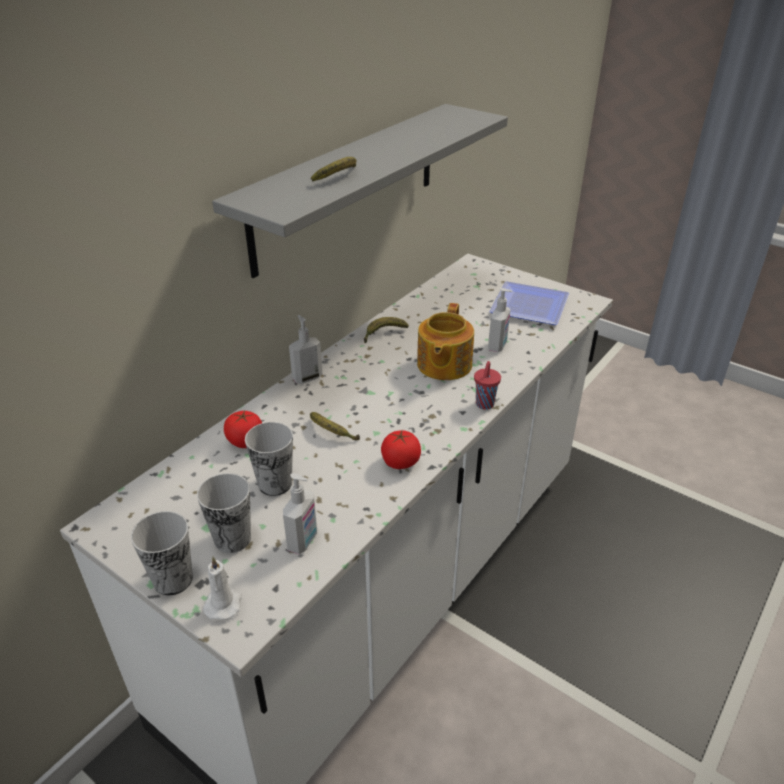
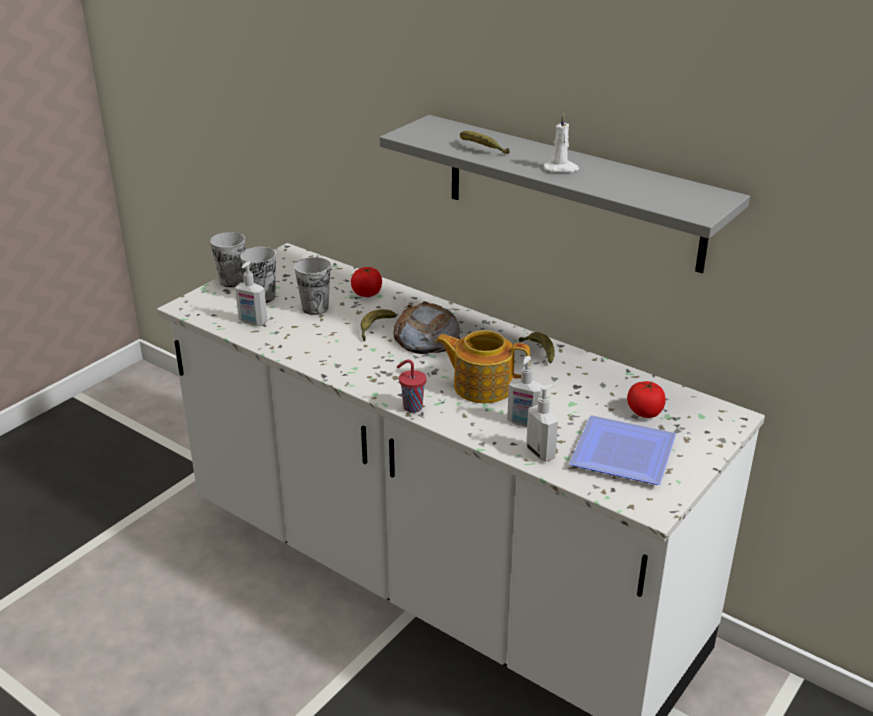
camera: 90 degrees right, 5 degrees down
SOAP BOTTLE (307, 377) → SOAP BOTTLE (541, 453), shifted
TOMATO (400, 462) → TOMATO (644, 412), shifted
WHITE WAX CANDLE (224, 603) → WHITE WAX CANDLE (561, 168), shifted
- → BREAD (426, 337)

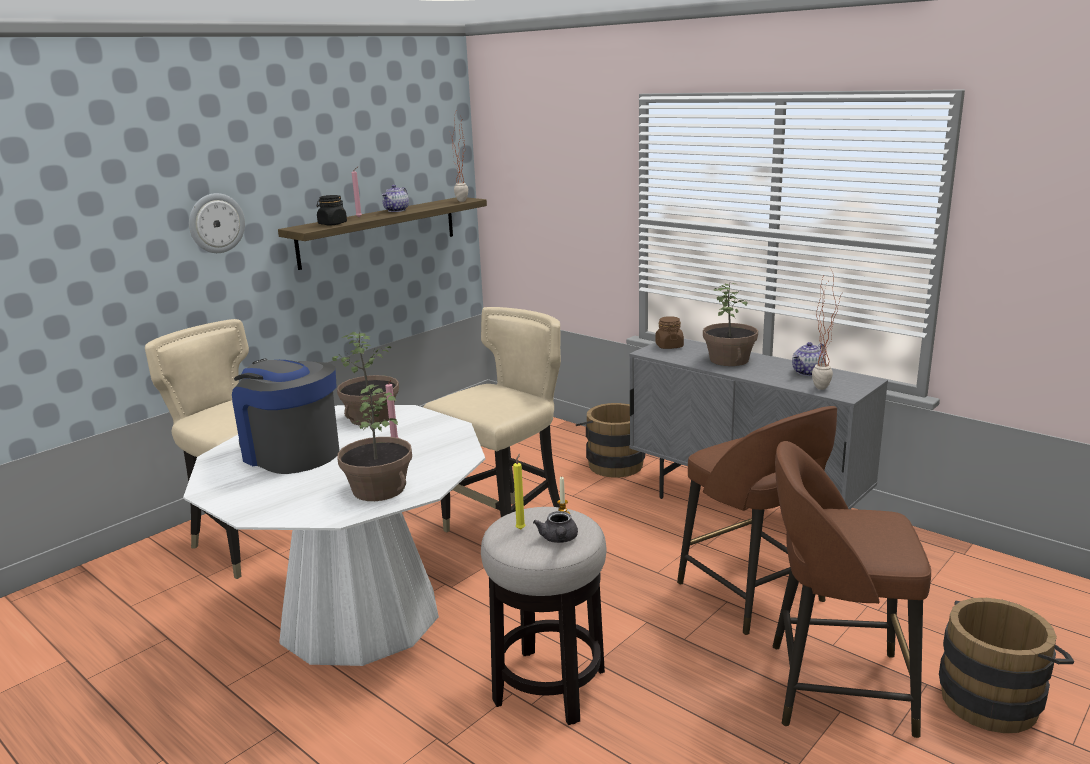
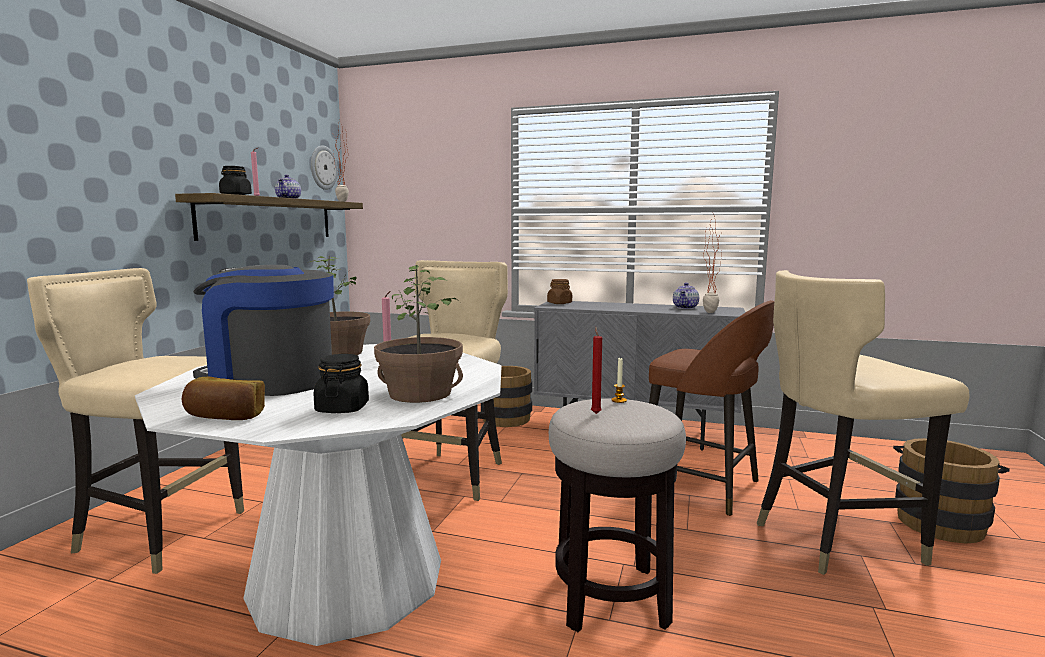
camera: 25 degrees left, 10 degrees down
WALL CLOCK (216, 223) → WALL CLOCK (323, 167), shifted
POTTED PLANT (729, 360) → -
BROWN STOOL SEAT (834, 687) → BEIGE CHAIR (836, 539)
YELLOW-COLOURED WAX CANDLE (521, 528) → RED WAX CANDLE (595, 413)
GREYISH TEA POT (558, 539) → -
- → BLACKISH STORAGE JAR (342, 408)
- → BREAD (226, 416)

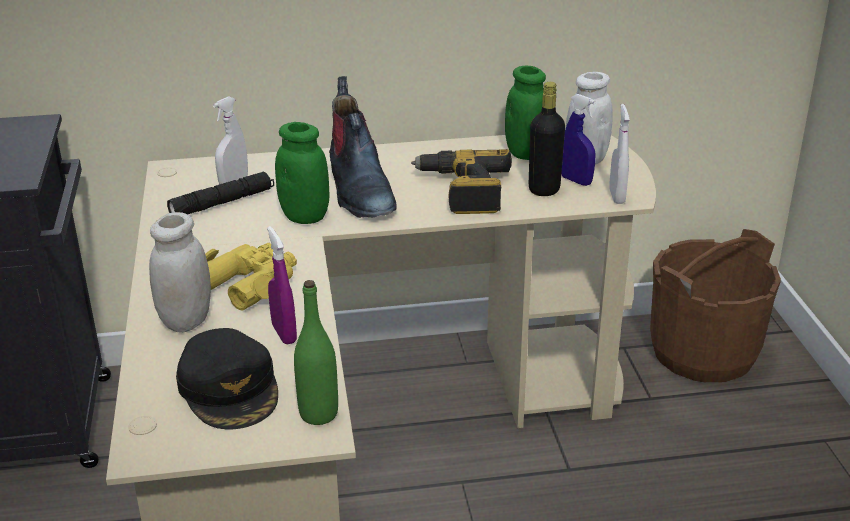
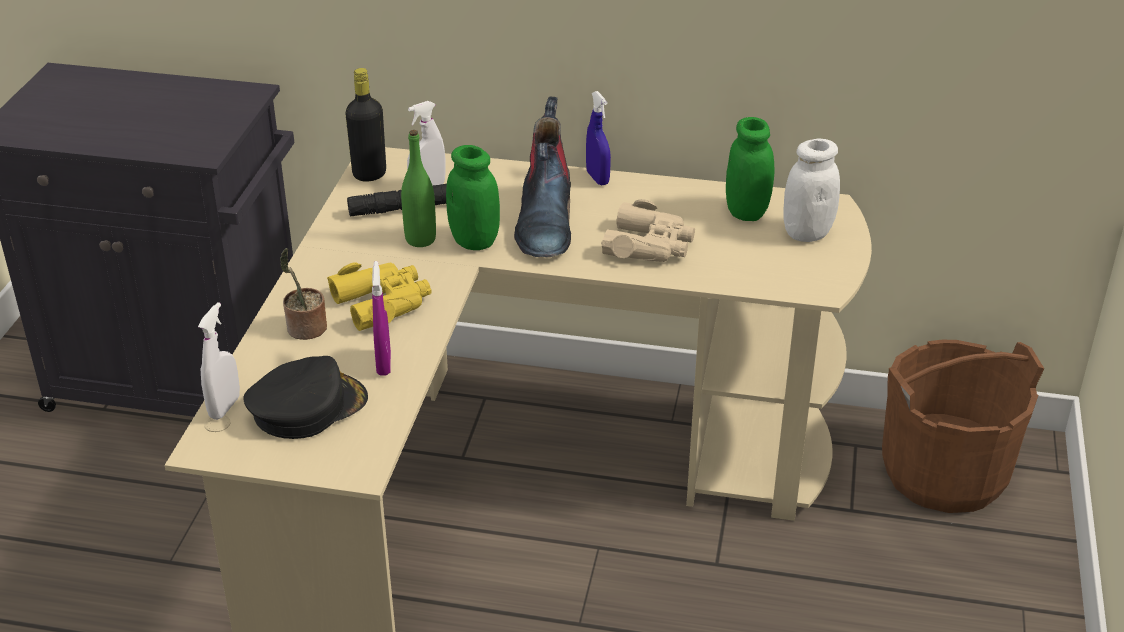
camera: 20 degrees right, 5 degrees up
BLACKISH DRINK BOTTLE (544, 189) → BLACKISH DRINK BOTTLE (369, 174), shifted
BLUE SPRAY BOTTLE (576, 181) → BLUE SPRAY BOTTLE (597, 178), shifted
WHITE SPRAY BOTTLE (617, 196) → WHITE SPRAY BOTTLE (224, 407), shifted
DRILL (463, 192) → BEIGE FIELD GLASSES (649, 245)
WHITE STORAGE JAR (186, 320) → POTTED PLANT (305, 329)
GREENISH DRINK BOTTLE (318, 414) → GREENISH DRINK BOTTLE (420, 239), shifted
BLACKISH PEAKED CAP (230, 388) → BLACKISH PEAKED CAP (307, 406), 120 degrees counterclockwise

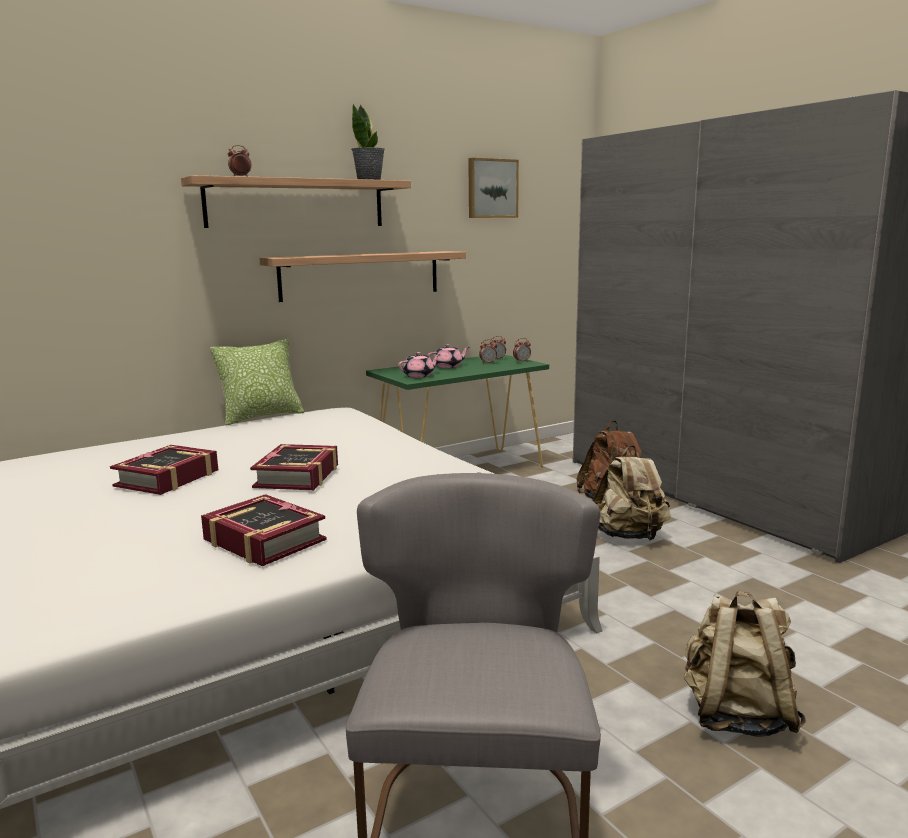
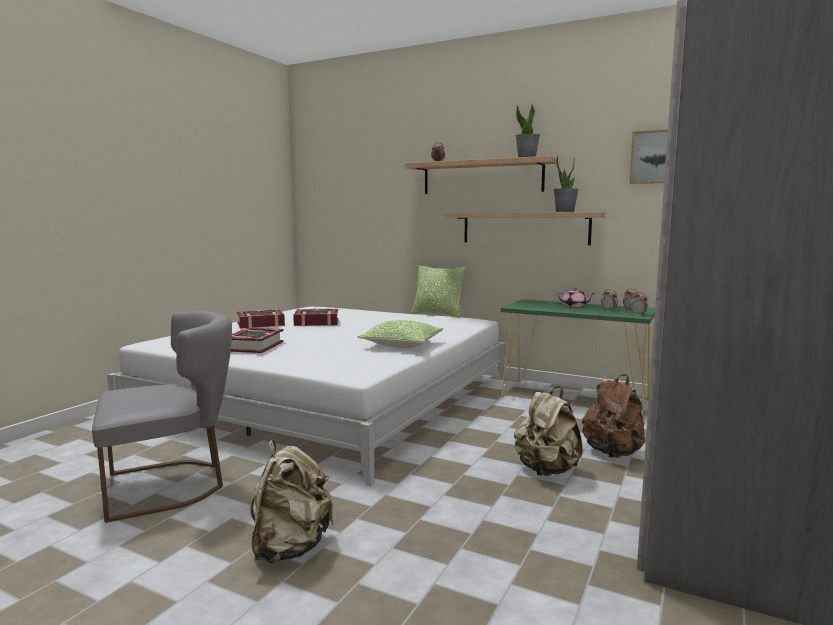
camera: 60 degrees right, 5 degrees down
PINKISH TEA POT (419, 375) → -
BOUND BOOK (298, 476) → BOUND BOOK (260, 324), shifted
- → POTTED PLANT (564, 211)
- → THROW PILLOW (402, 345)

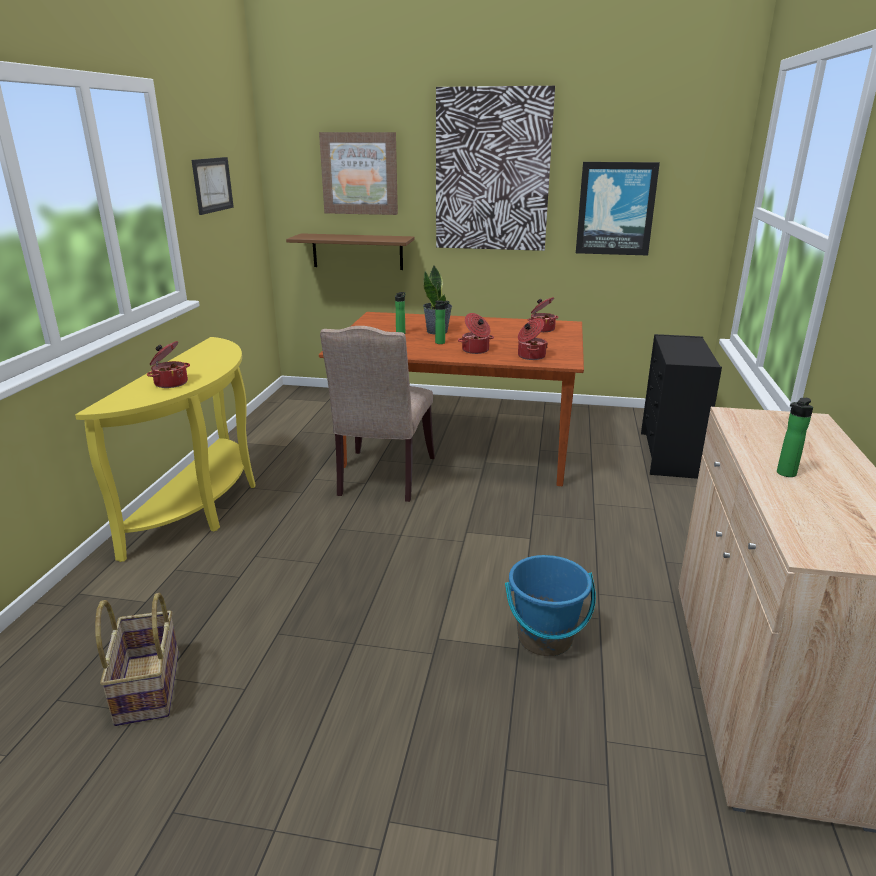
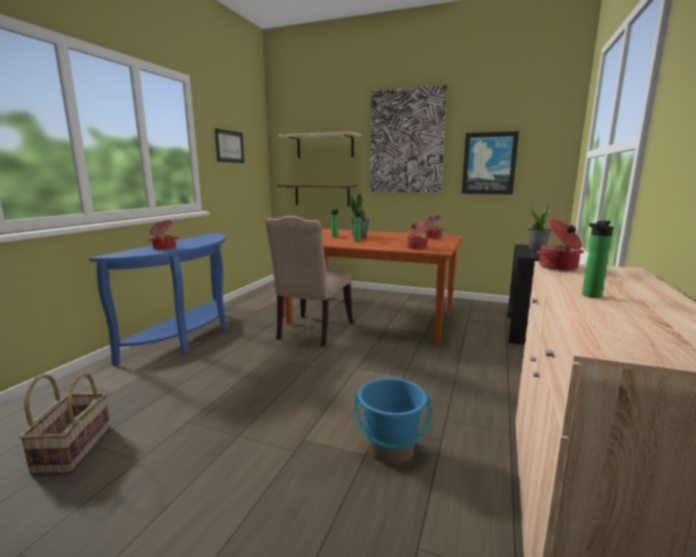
camera: 10 degrees right, 10 degrees down
WALL PICTURE (359, 173) → BEIGE SHELF (325, 146)
SAUCEPOT (475, 350) → SAUCEPOT (558, 267), shifted
YELLOW-COLOURED NARROW TABLE (205, 505) → BLUE NARROW TABLE (188, 338)
- → POTTED PLANT (537, 248)

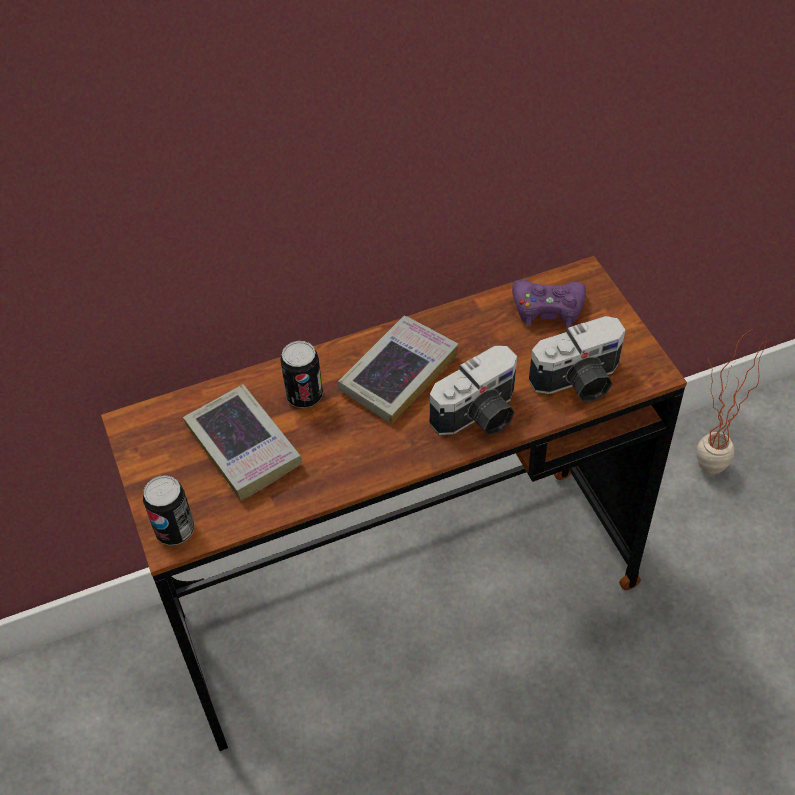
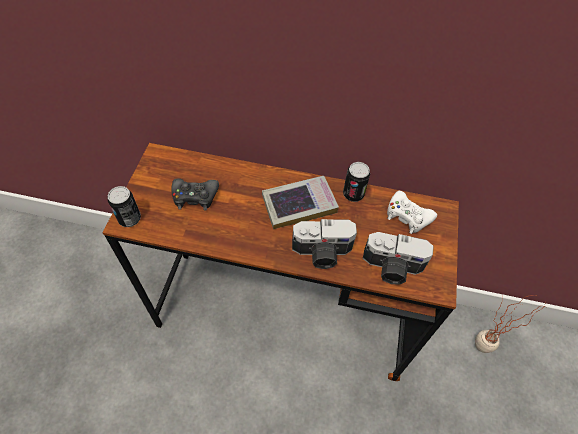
camera: 30 degrees right, 5 degrees up
PURPLISH GAMEPAD (548, 308) → WHITE GAMEPAD (407, 216)
SEALED CAN (304, 396) → SEALED CAN (353, 194), shifted
BOUND BOOK (243, 447) → BLACKISH GAMEPAD (195, 197)

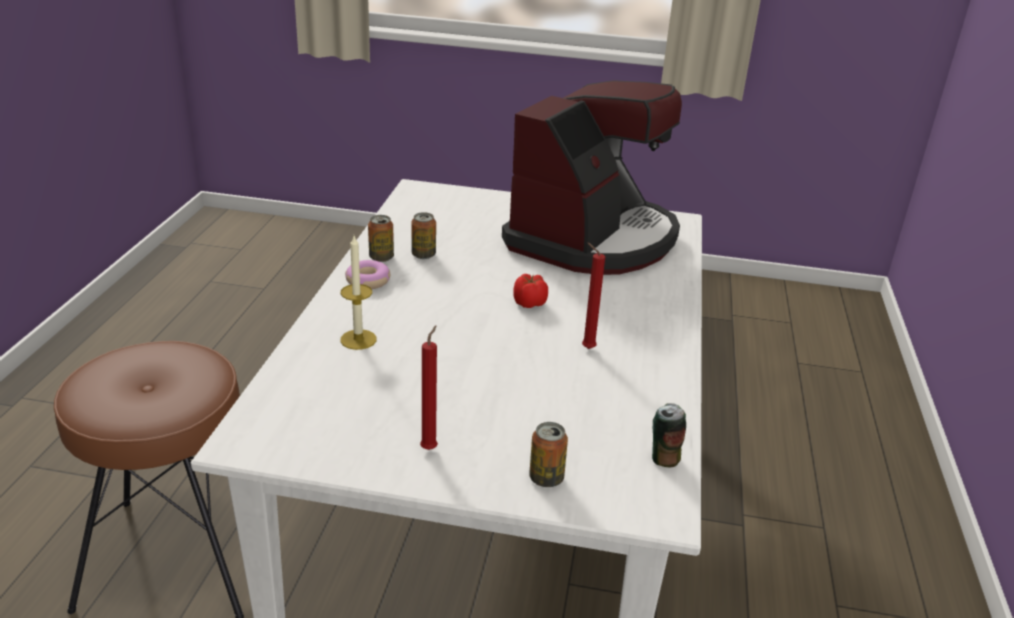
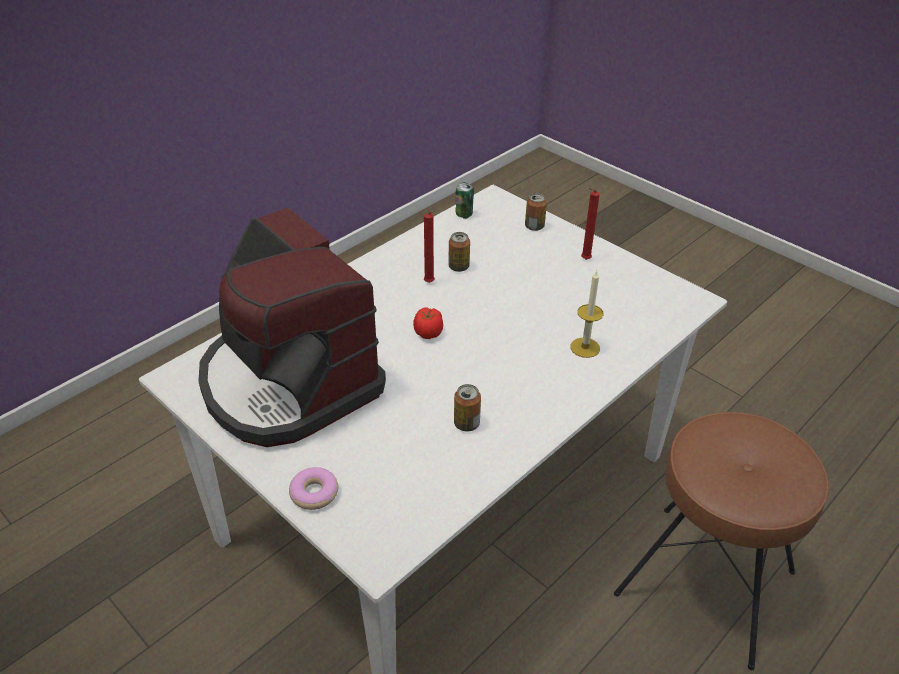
camera: 145 degrees left, 10 degrees up
COFFEE BREWER (593, 239) → COFFEE BREWER (288, 383), 105 degrees counterclockwise
SEALED CAN (381, 257) → SEALED CAN (458, 267), shifted
DONUT (368, 281) → DONUT (314, 493), shifted

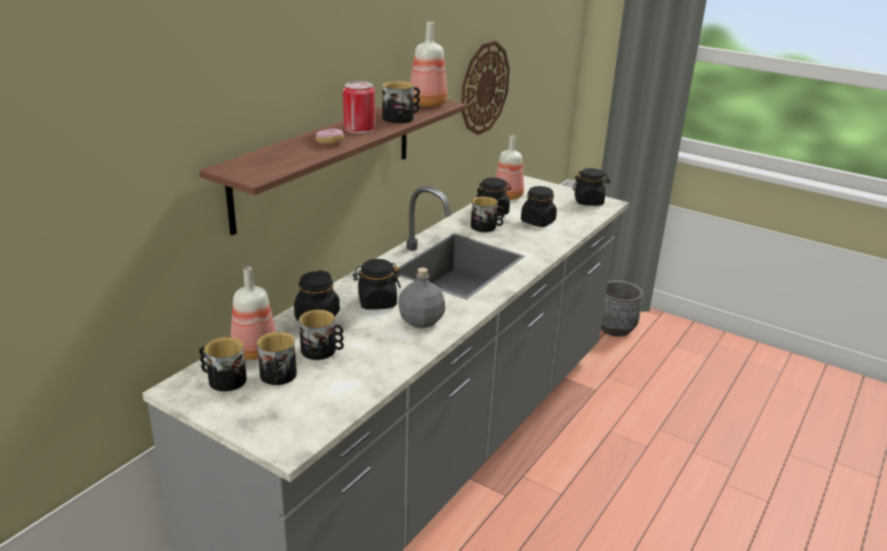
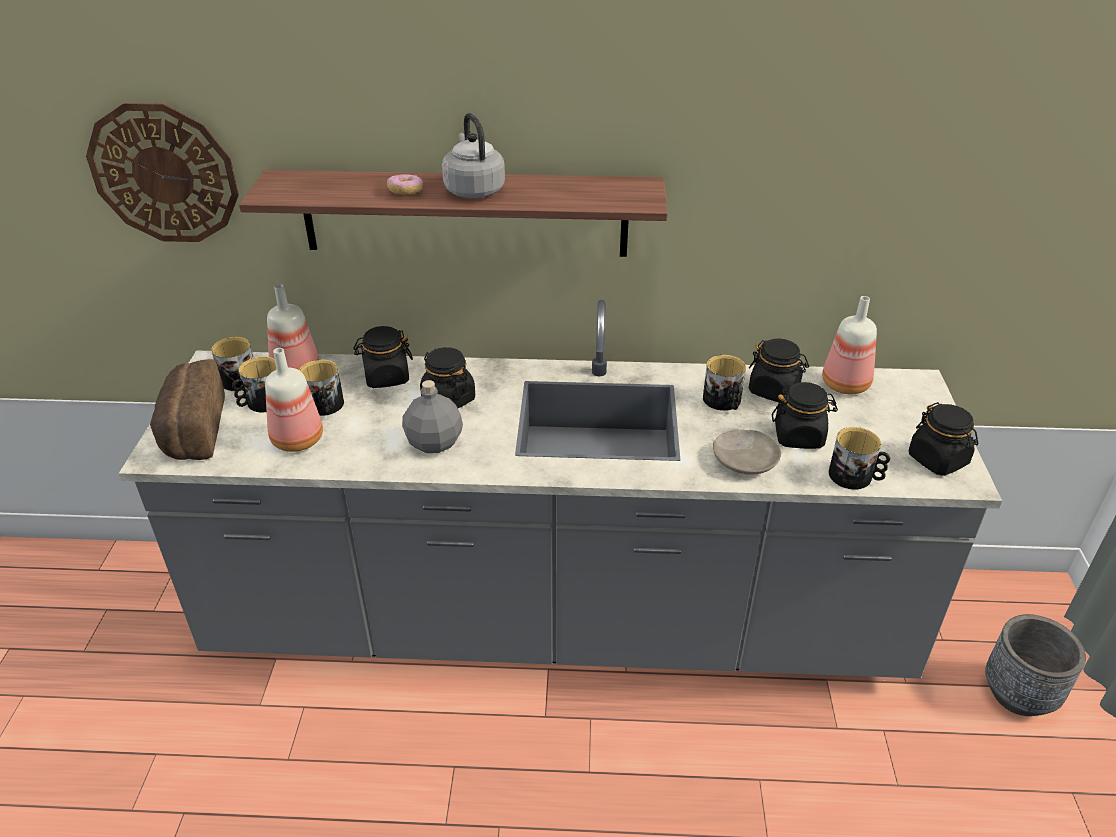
camera: 60 degrees right, 10 degrees up
DRINK BOTTLE (427, 104) → DRINK BOTTLE (296, 440), shifted
WALL CLOCK (484, 88) → WALL CLOCK (164, 174), shifted
SEALED CAN (359, 128) → GREYISH WATER KETTLE (473, 189)
MUG (401, 118) → MUG (855, 477), shifted
- → BREAD (191, 430)
- → BEIGE FLAT DISH (745, 460)

